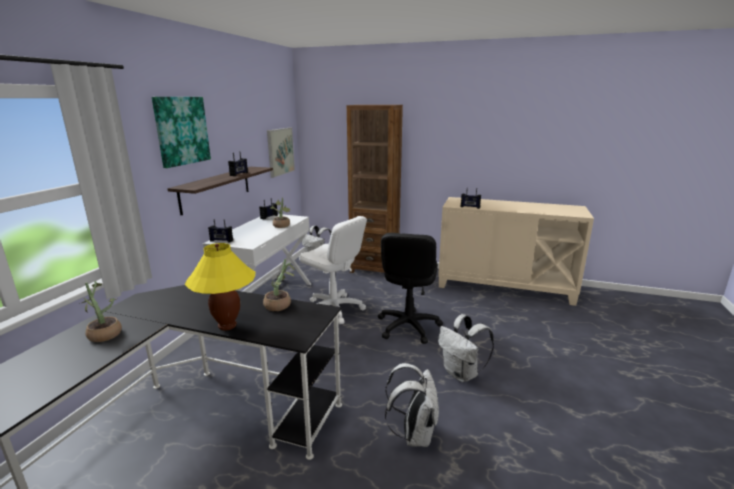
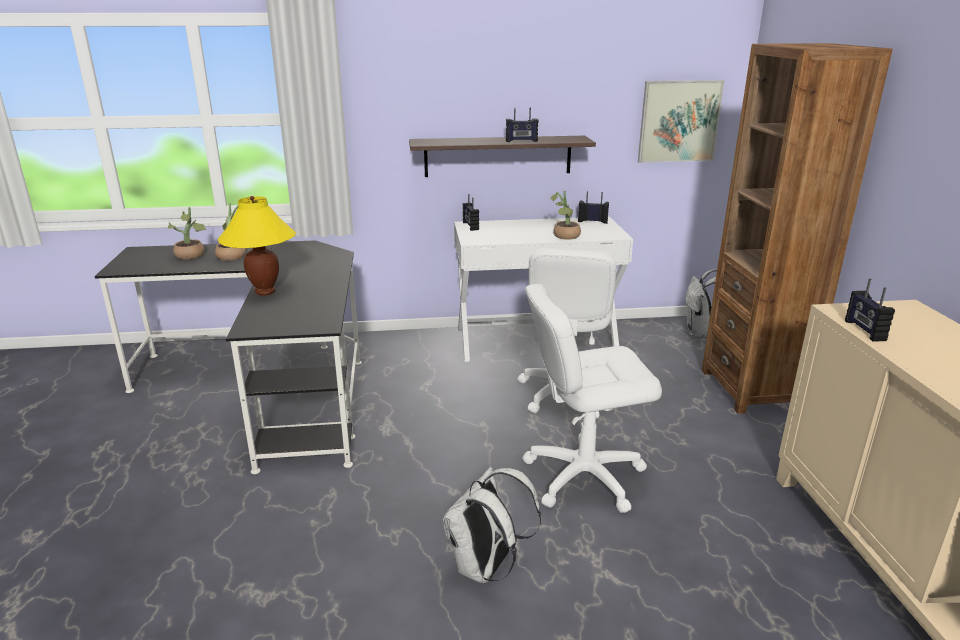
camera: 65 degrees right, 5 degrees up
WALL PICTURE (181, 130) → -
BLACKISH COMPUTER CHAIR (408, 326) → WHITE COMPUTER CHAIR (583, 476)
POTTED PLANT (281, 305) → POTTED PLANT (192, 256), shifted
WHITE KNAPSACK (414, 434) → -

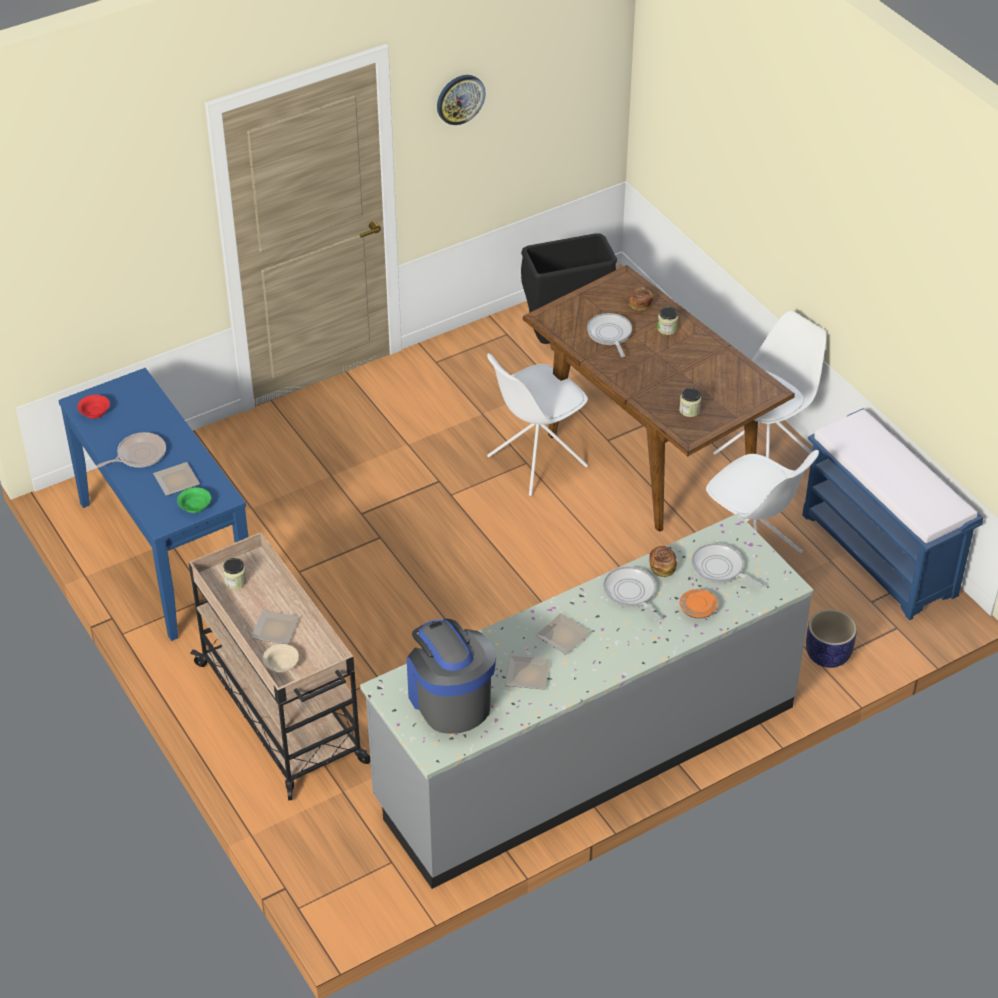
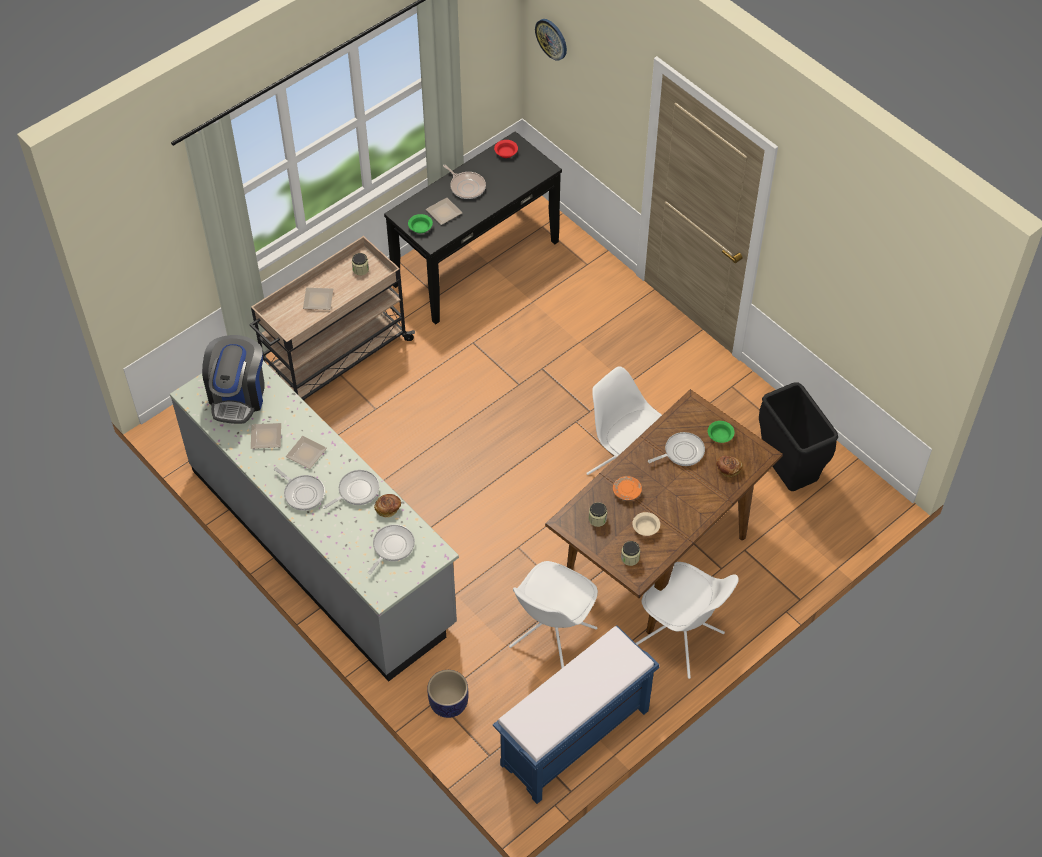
camera: 80 degrees right, 10 degrees up
WALL CLOCK (460, 99) → WALL CLOCK (551, 39), shifted
STORAGE JAR (667, 329) → STORAGE JAR (630, 558), shifted
BLUE NARROW TABLE (165, 553) → BLACKISH NARROW TABLE (475, 262)
ORANGEY FLAT DISH (698, 609) → ORANGEY FLAT DISH (626, 491), shifted
COFFEE BREWER (449, 699) → COFFEE BREWER (238, 395), 135 degrees clockwise
BEIGE SERVING BOWL (280, 664) → BEIGE SERVING BOWL (645, 527), shifted
- → GREENISH SERVING BOWL (719, 436)
- → SKILLET (302, 493)

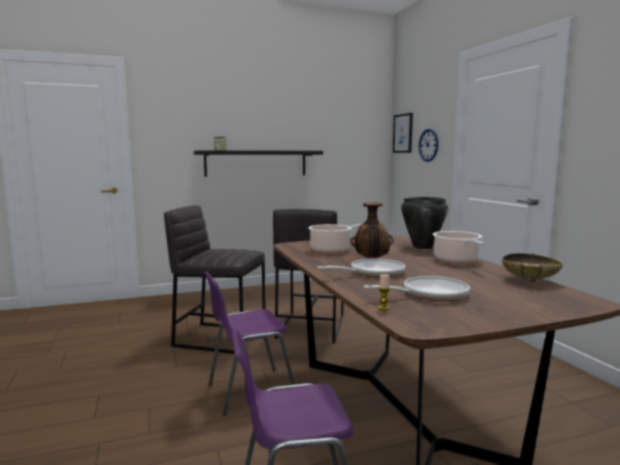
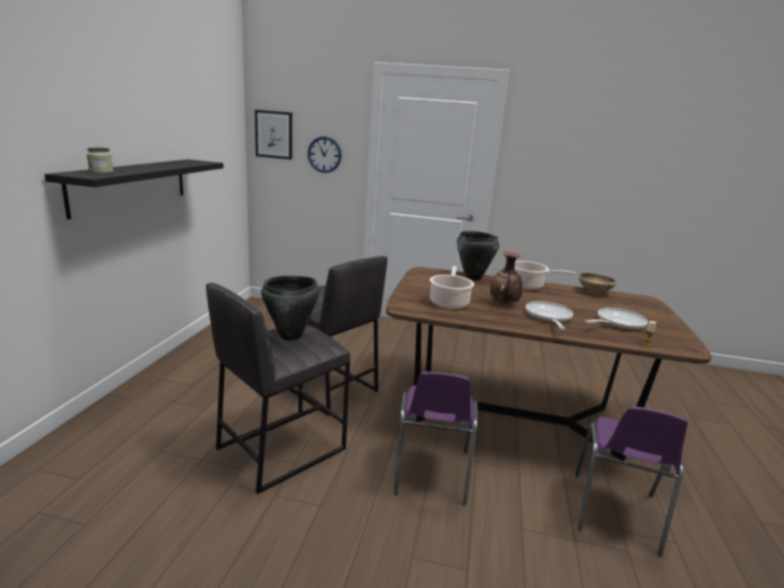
camera: 60 degrees left, 10 degrees up
SKILLET (429, 294) → SKILLET (617, 323), 45 degrees clockwise
- → BLACKISH SAUCEPOT (291, 336)

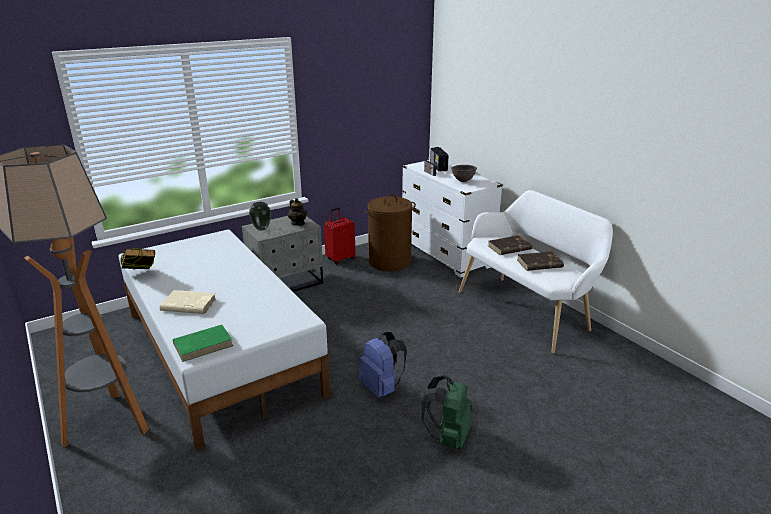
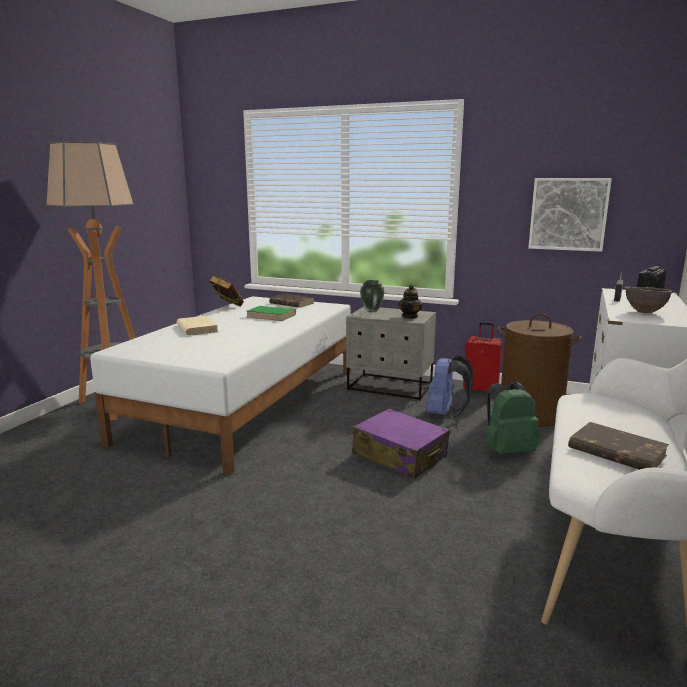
camera: 55 degrees right, 10 degrees down
BROWN BOUND BOOK (509, 248) → BROWN BOUND BOOK (291, 303), shifted
GREENISH BOUND BOOK (203, 344) → GREENISH BOUND BOOK (271, 316), shifted
BLUE KNAPSACK (381, 388) → BLUE KNAPSACK (445, 414), shifted
GREENISH KNAPSACK (448, 437) → GREENISH KNAPSACK (507, 450), shifted
- → WALL PICTURE (568, 214)
- → PURPLISH PIECE OF LUGGAGE (399, 455)

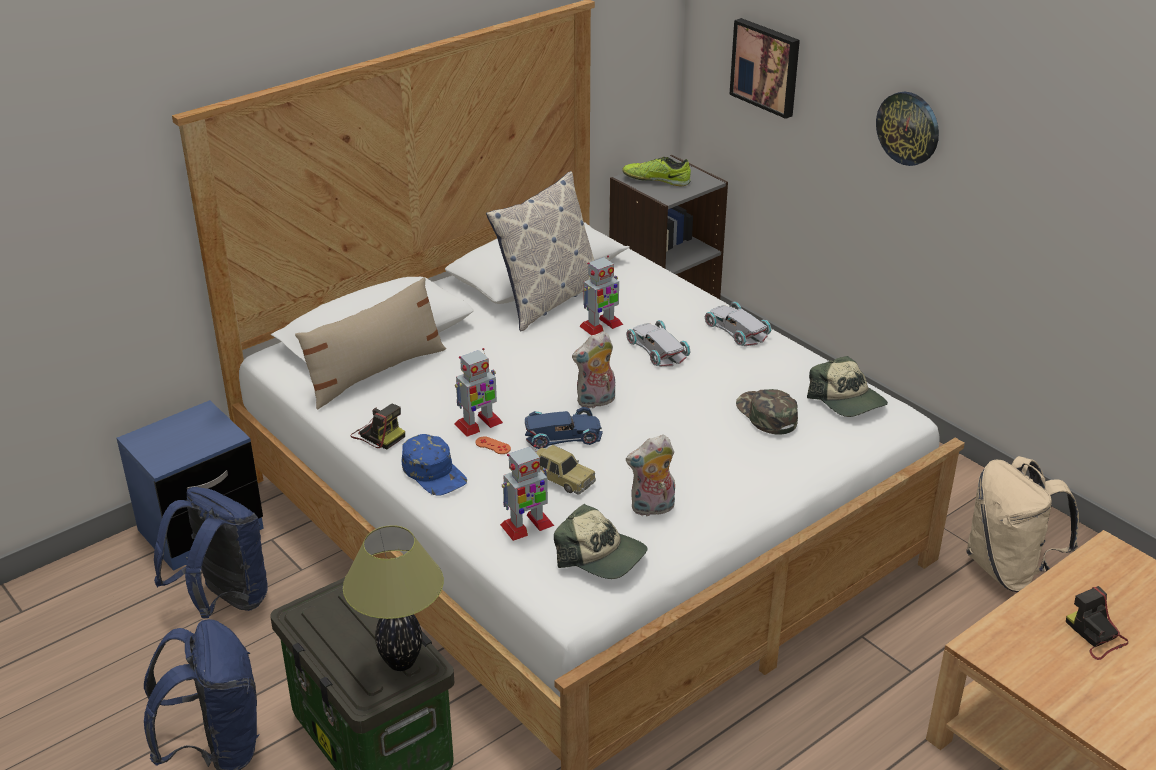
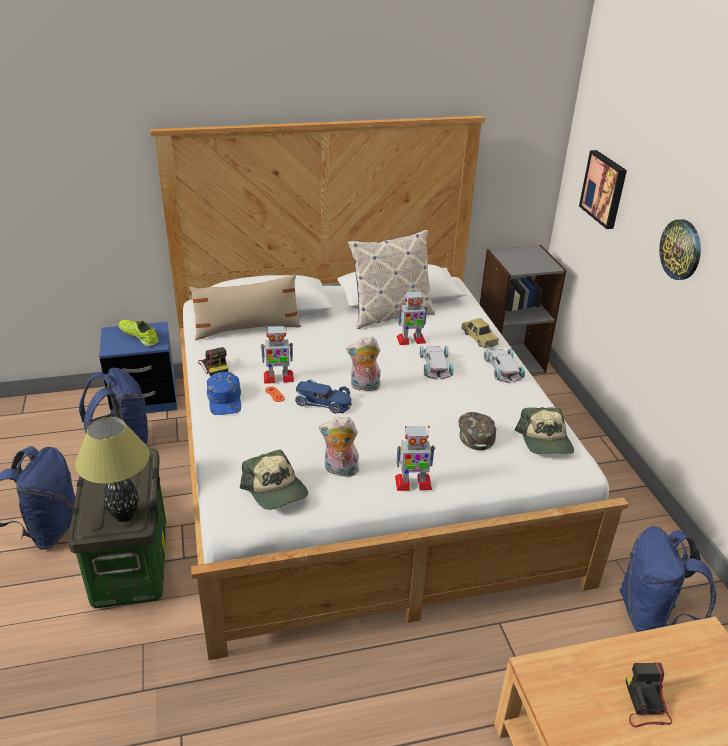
camera: 25 degrees right, 0 degrees up
LOW SHOE (656, 180) → LOW SHOE (139, 336), shifted
TOY ROBOT (526, 525) → TOY ROBOT (412, 483), shifted
TOY CAR (559, 477) → TOY CAR (479, 338), shifted
BEIGE KNAPSACK (1008, 569) → BLUE KNAPSACK (651, 617)

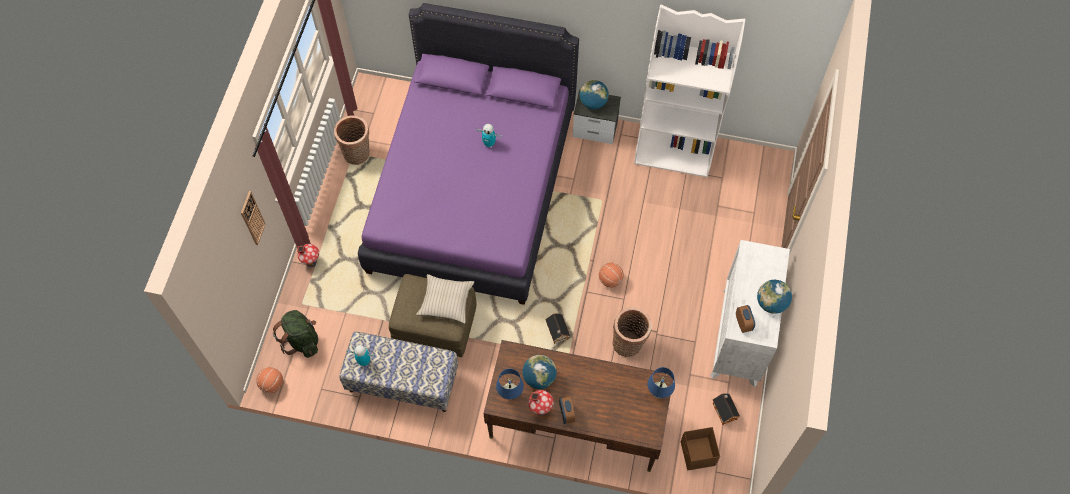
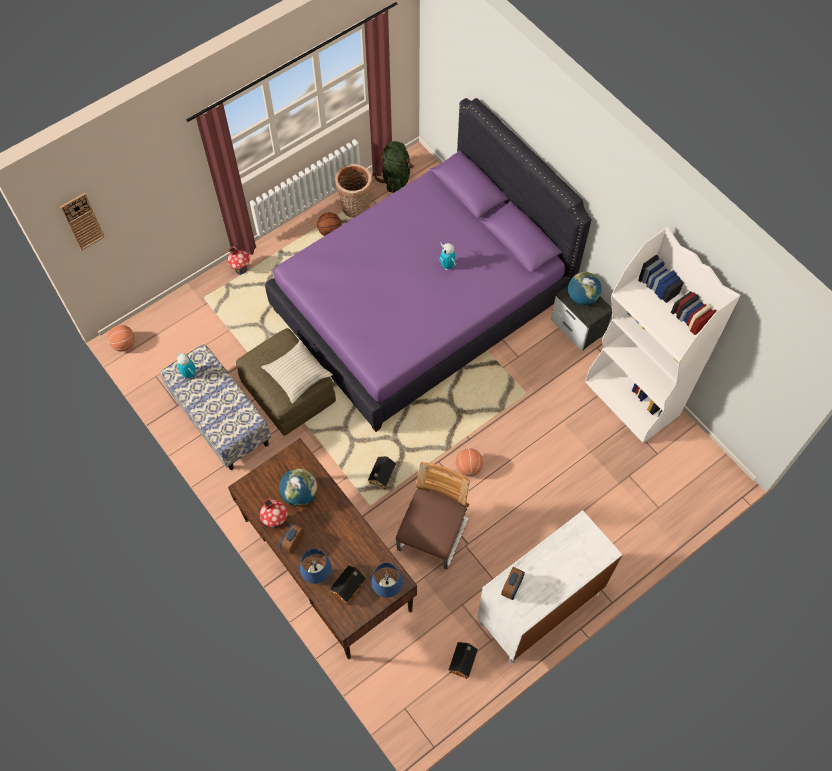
camera: 40 degrees right, 0 degrees up
WALL CLOCK (252, 218) → WALL CLOCK (82, 221), shifted
WORLD GLOBE (771, 303) → -
HOUSEHOLD BASKET (629, 344) → CHAIR (433, 535)
GREENISH KNAPSACK (301, 340) → GREENISH KNAPSACK (395, 178), shifted
BLUE TABLETOP LAMP (510, 394) → BLUE TABLETOP LAMP (318, 577), shifted
BROWN STORAGE BIN (697, 454) → -
- → BASKETBALL BALL (330, 231)
- → TOY HOUSE (349, 587)

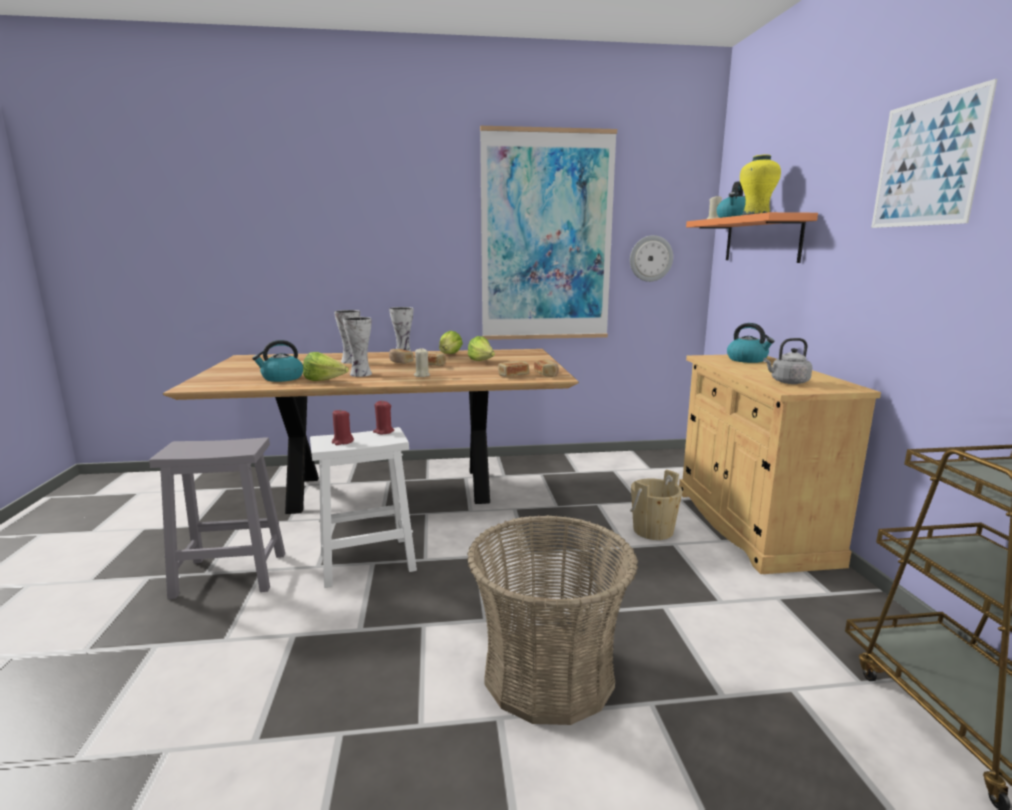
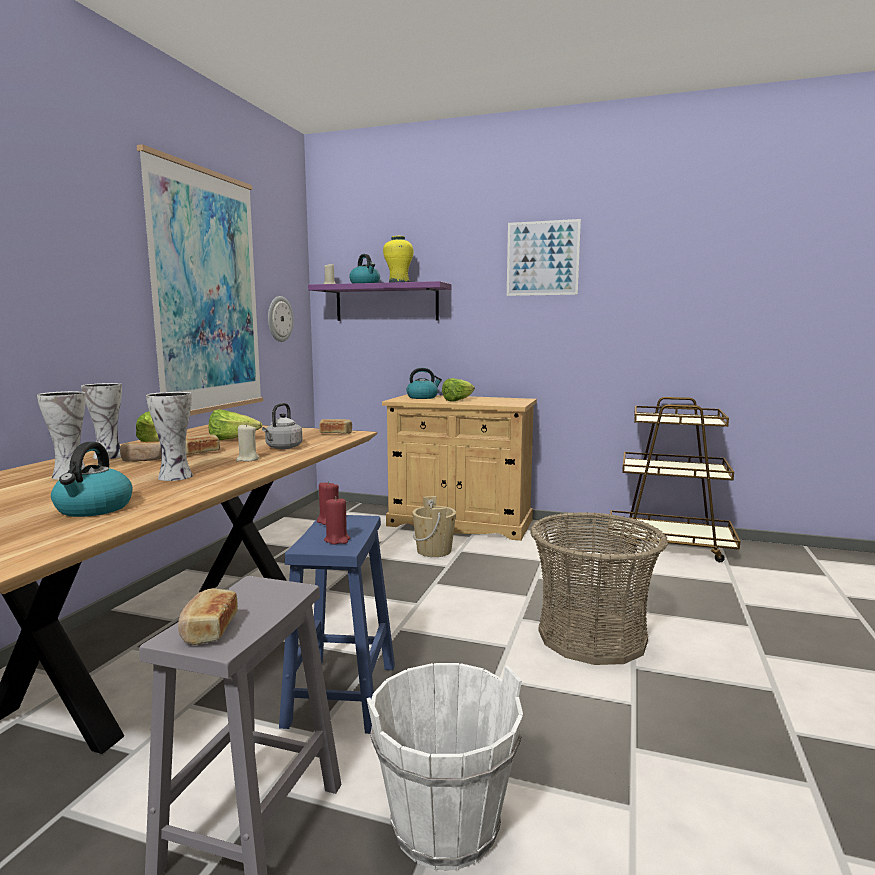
camera: 65 degrees left, 5 degrees down
ORANGEY SHELF (762, 239) → PURPLISH SHELF (386, 303)
GREYISH WATER KETTLE (787, 382) → GREYISH WATER KETTLE (282, 448), shifted
HEAD OF LETTUCE (325, 381) → HEAD OF LETTUCE (458, 400), shifted
BREAD (513, 375) → BREAD (208, 630), shifted
WHITE STOOL SEAT (365, 562) → BLUE STOOL SEAT (341, 696)
- → WHITE PAIL (445, 825)

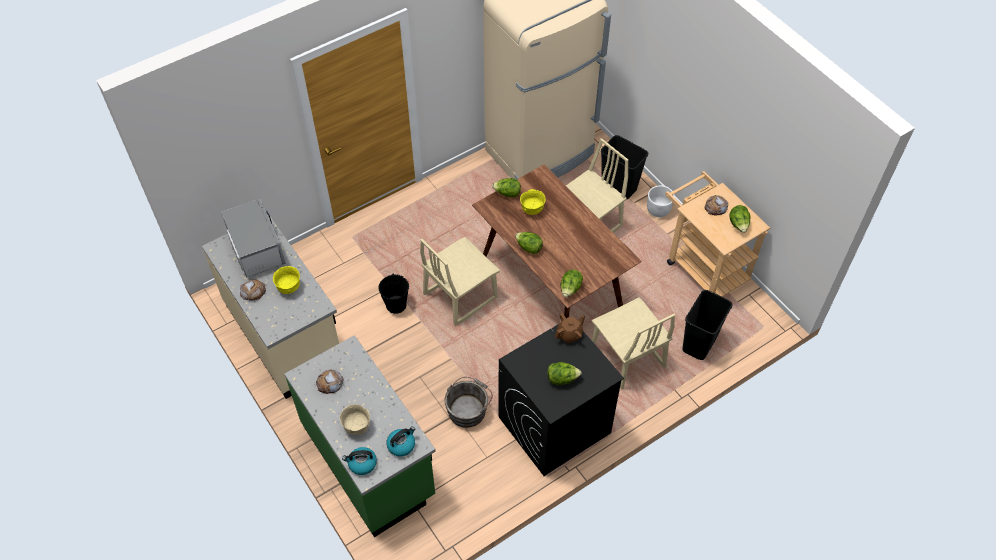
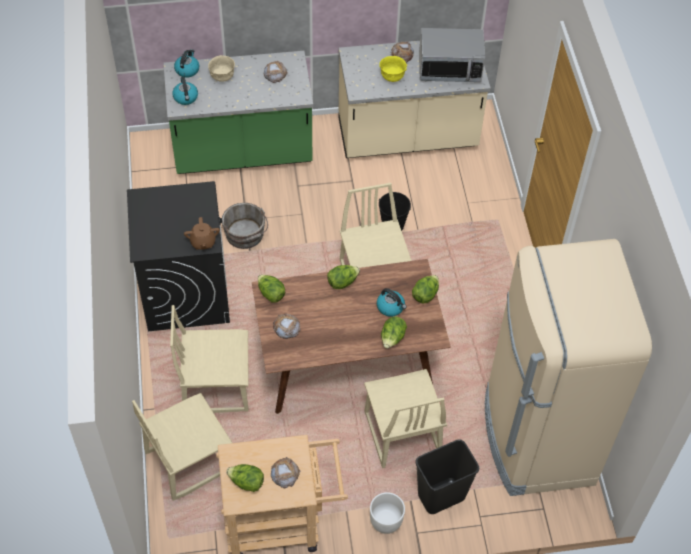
camera: 115 degrees right, 0 degrees up
YELLOW-COLOURED SERVING BOWL (532, 209) → WATER KETTLE (391, 307)
BLACKISH RUBBISH BIN (699, 344) → BEIGE CHAIR (188, 460)
HEAD OF LETTUCE (562, 379) → HEAD OF LETTUCE (392, 338), shifted
- → BREAD (286, 327)

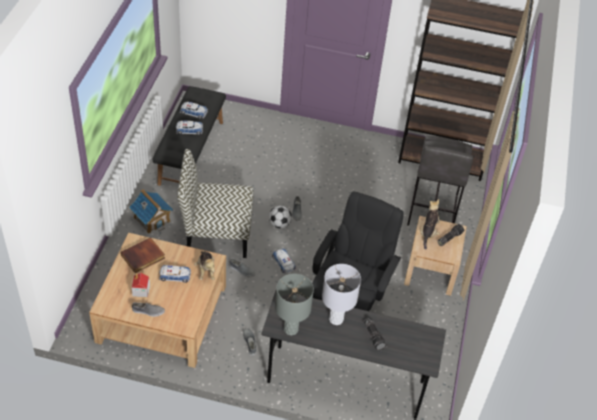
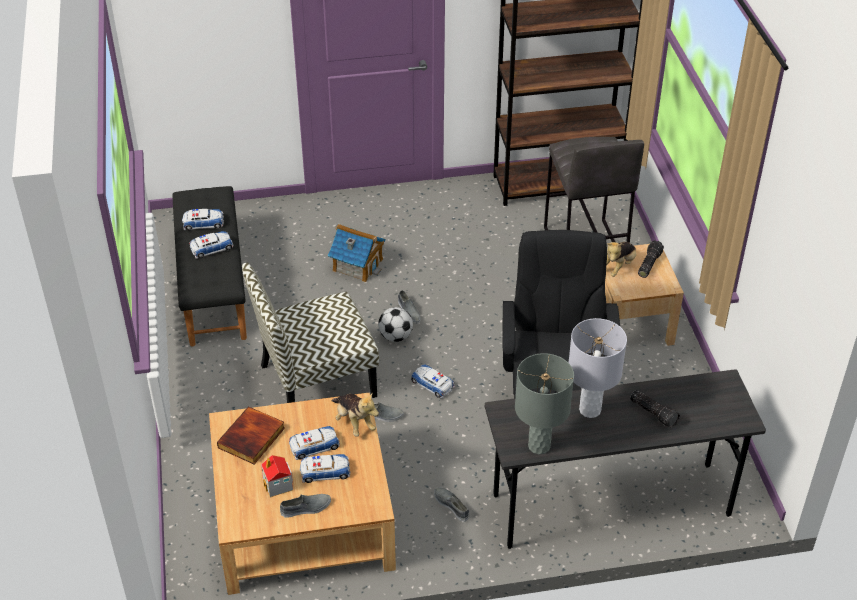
camera: 20 degrees left, 5 degrees down
TOY HOUSE (152, 219) → TOY HOUSE (357, 265), shifted
SOFT TOY (428, 232) → SOFT TOY (618, 266), 135 degrees counterclockwise
- → TOY CAR (325, 471)

